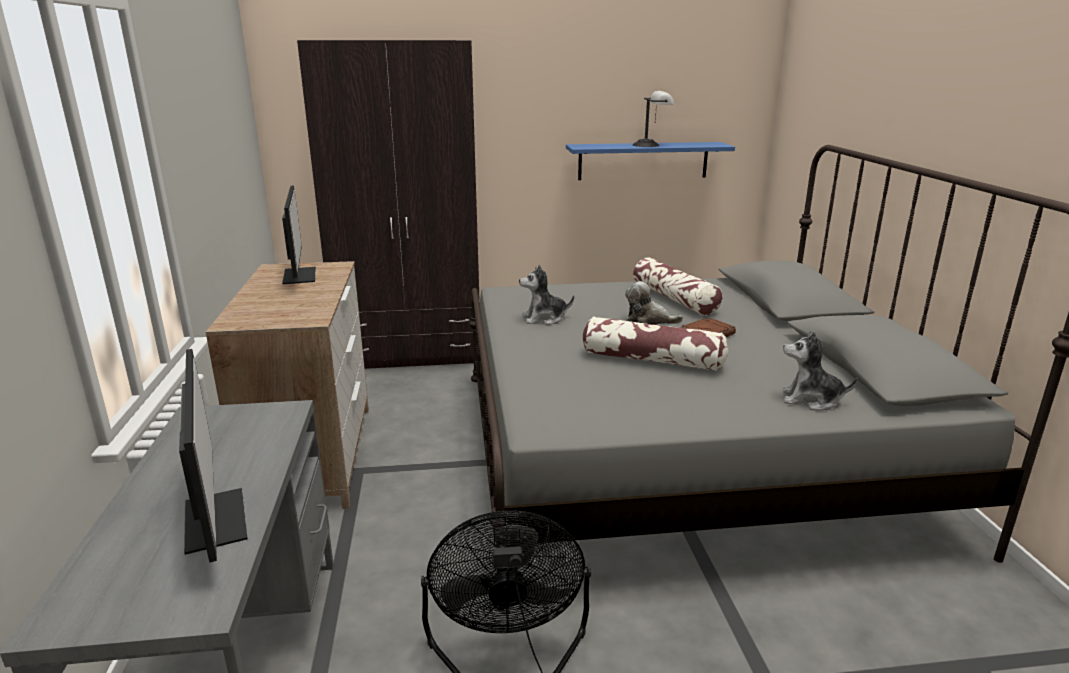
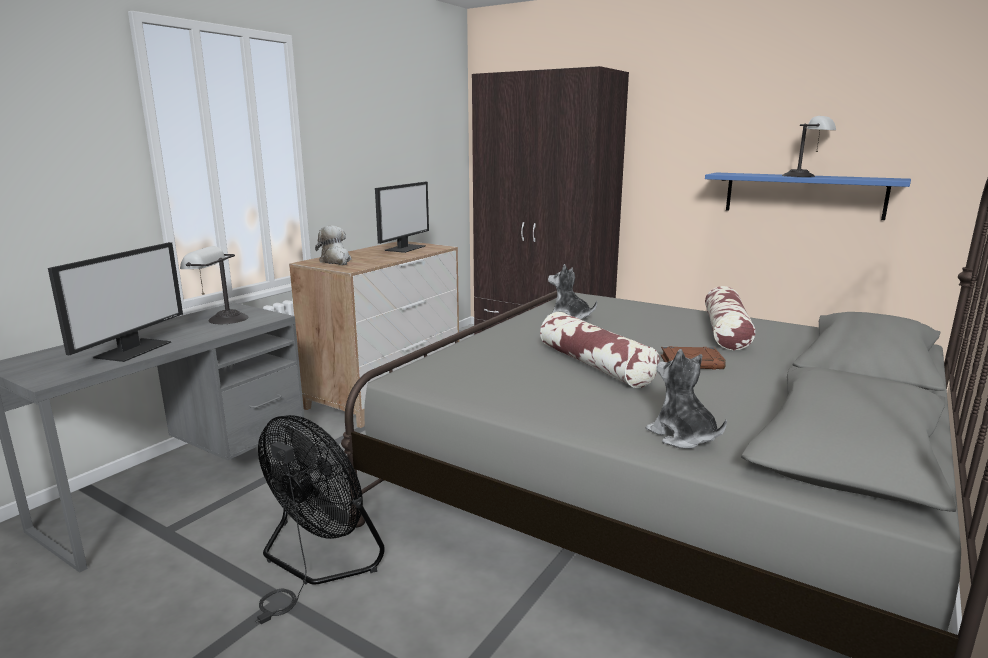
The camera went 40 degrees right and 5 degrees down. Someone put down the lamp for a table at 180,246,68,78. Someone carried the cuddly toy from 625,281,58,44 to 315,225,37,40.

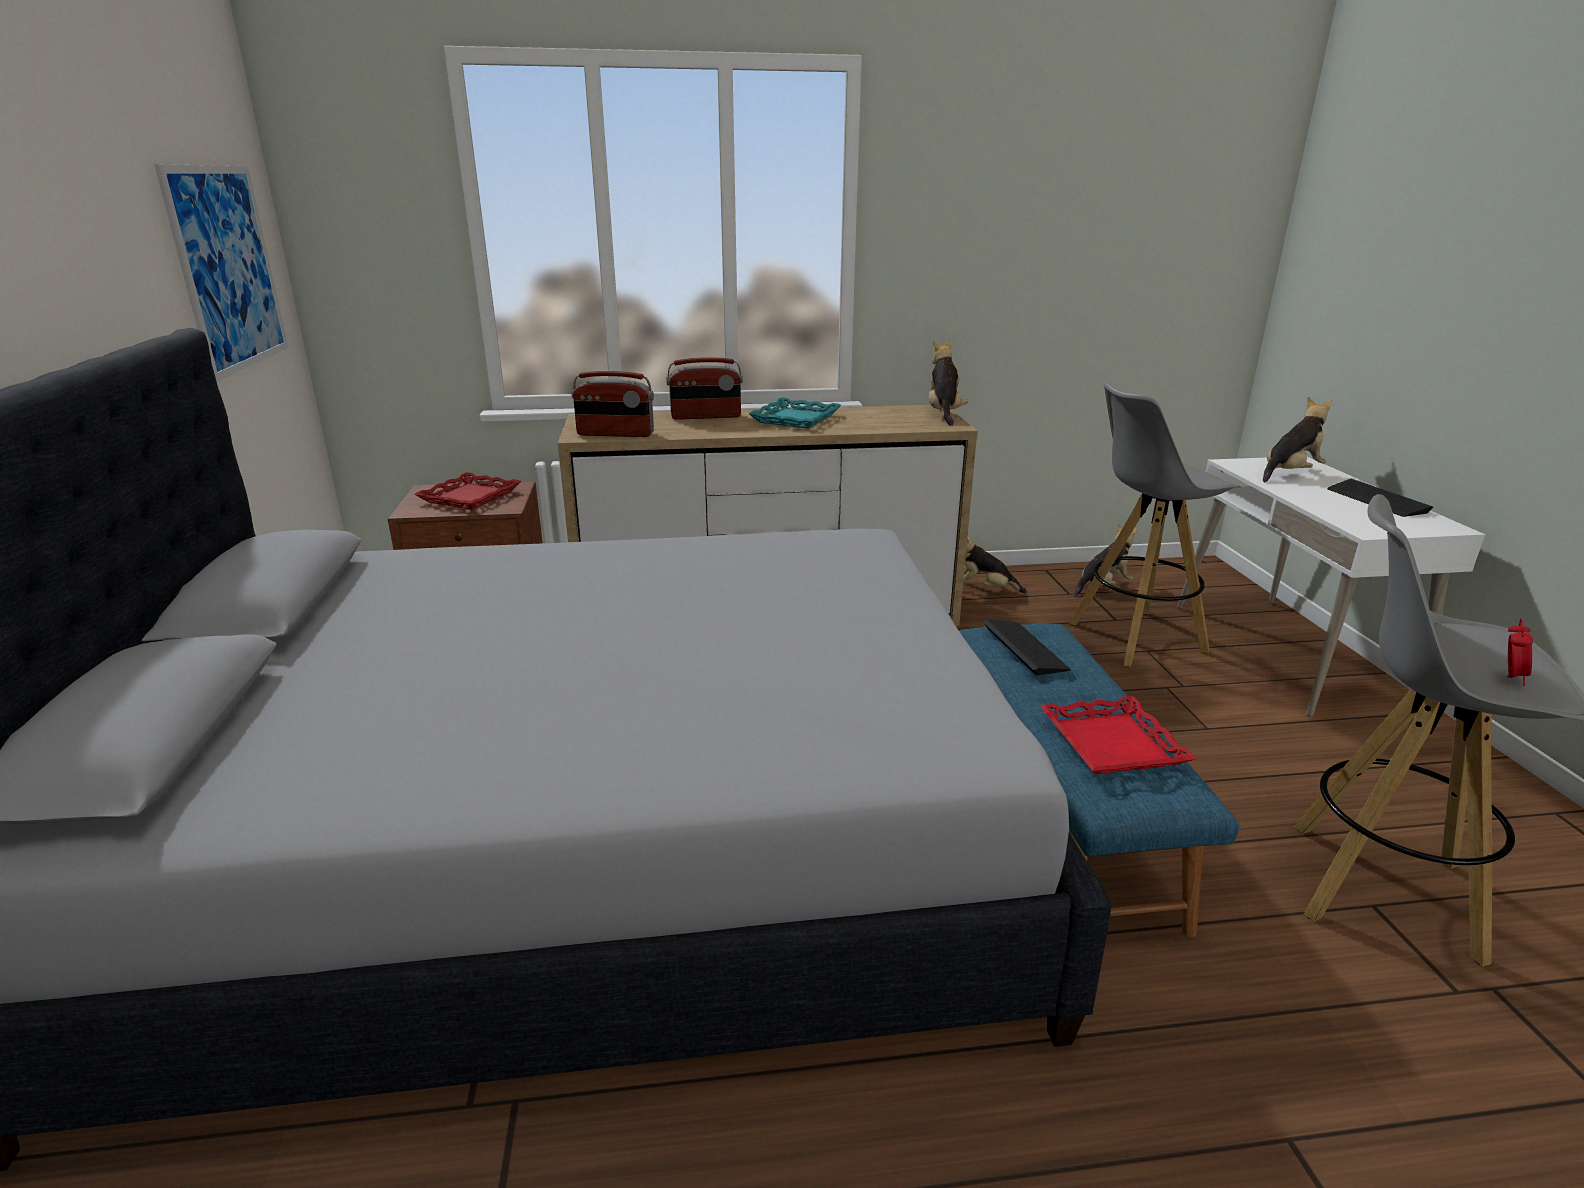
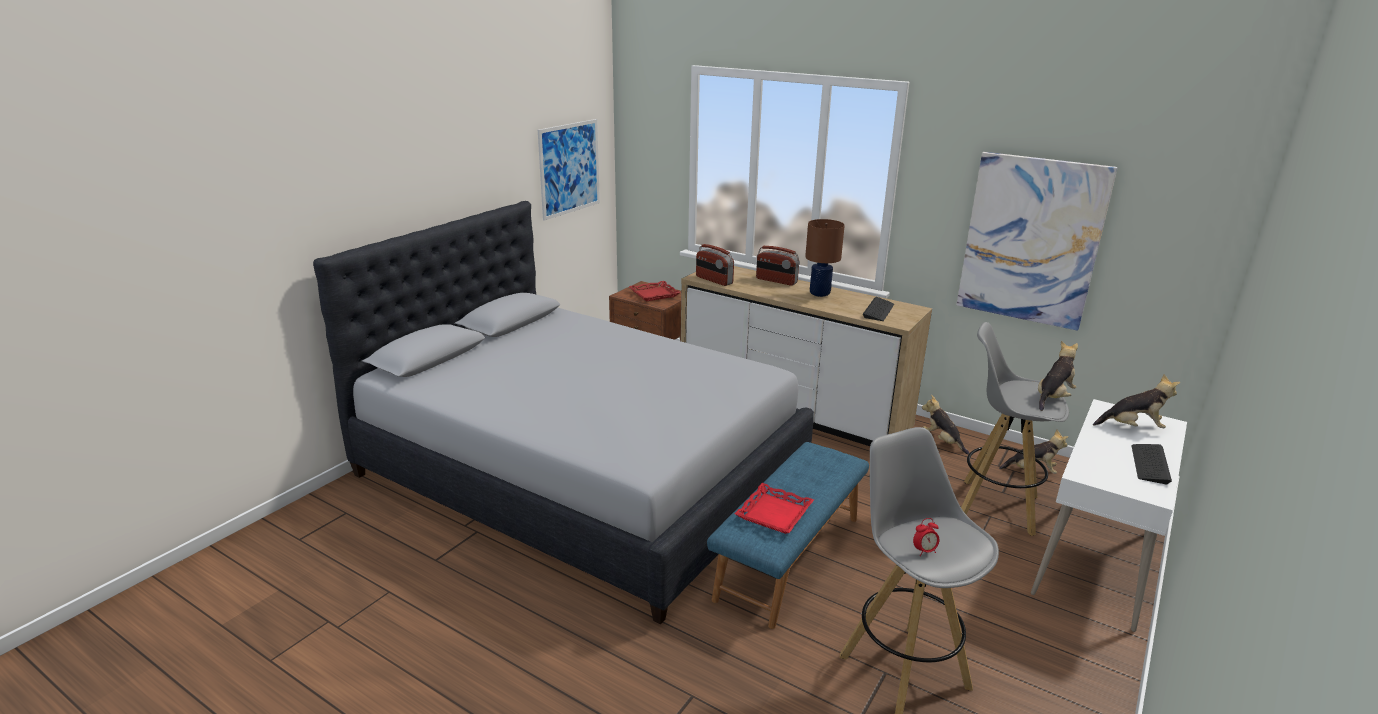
The camera went 40 degrees right and 0 degrees up. Someone put up the wall art at 956,152,162,179. Someone carried the cuddly toy from 929,340,39,86 to 1038,341,40,70. Someone carried the keyboard from 984,619,87,56 to 862,297,32,24. Someone swapped the carrying tray/blue-green at 749,397,92,32 for the lamp for a table/brownish at 805,219,40,78.

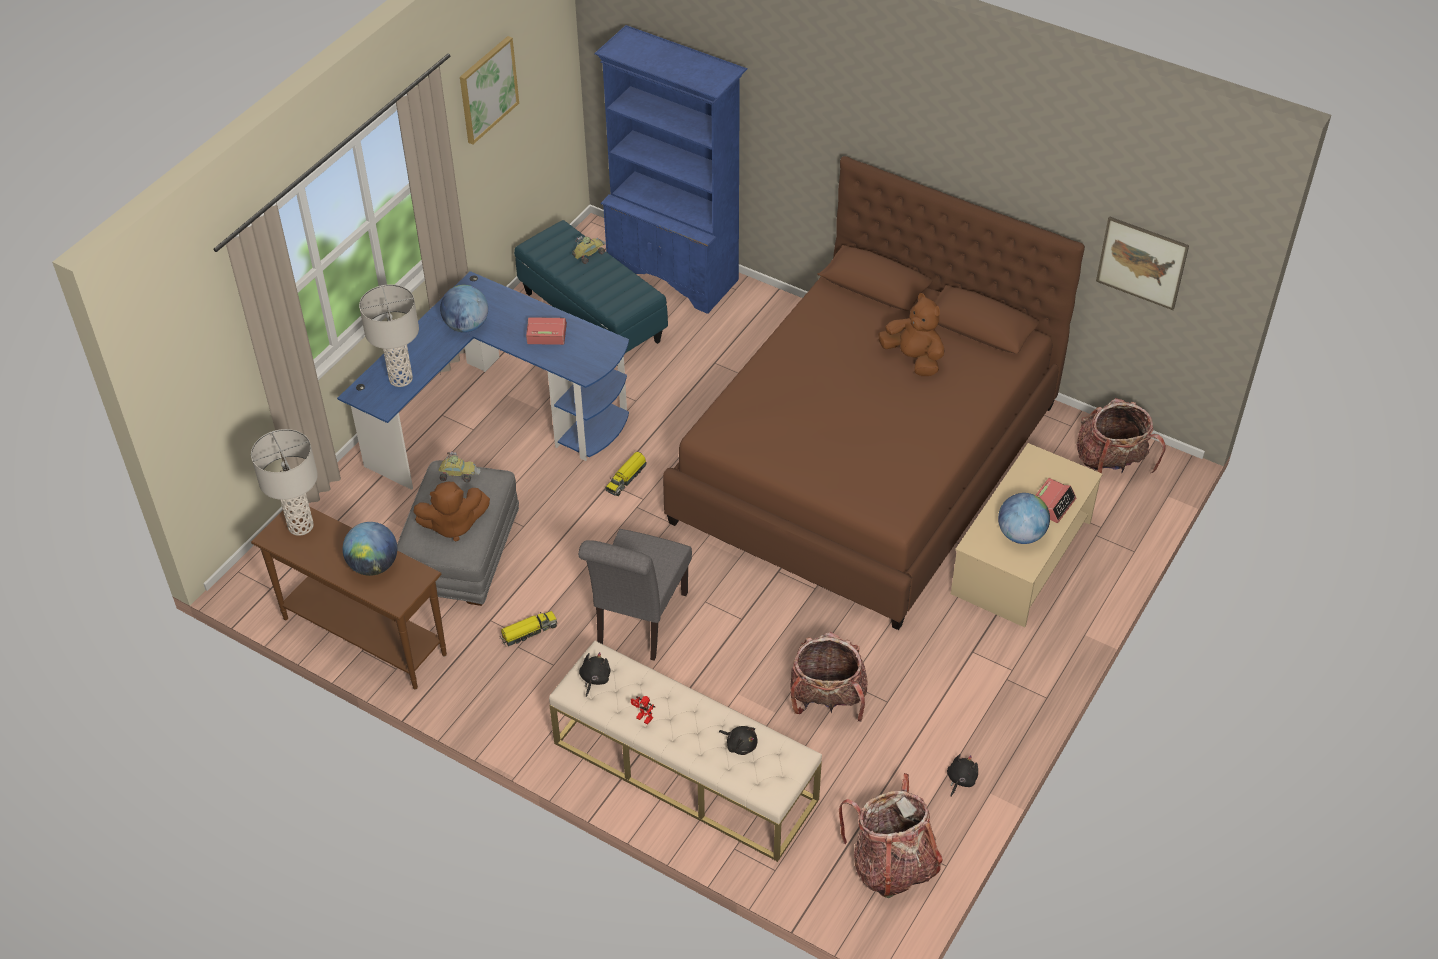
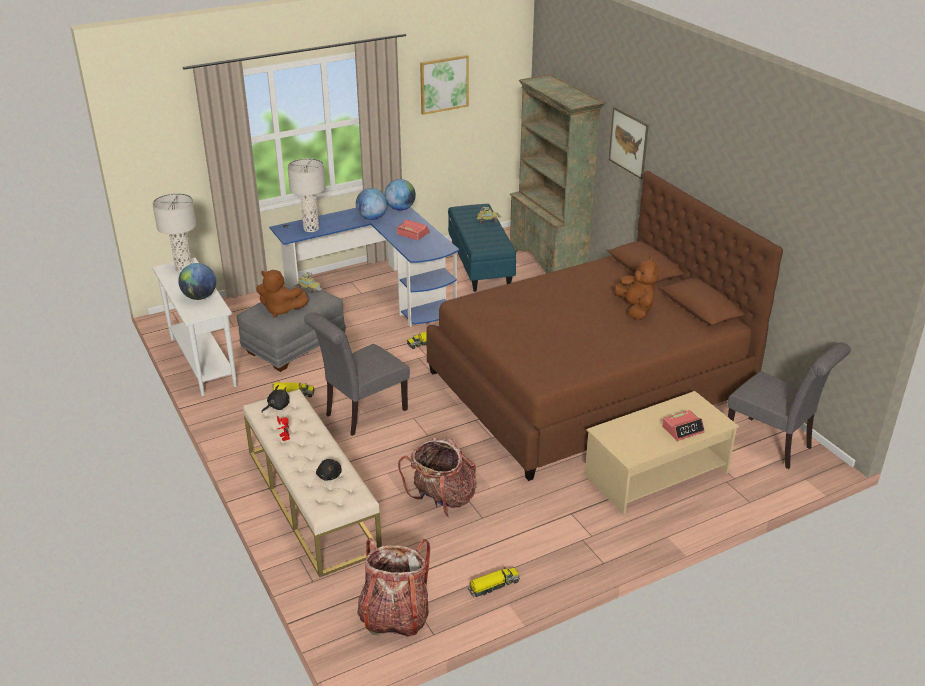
The camera went 30 degrees right and 15 degrees down. Someone carried the desk globe from 998,493,52,51 to 384,179,32,31. Someone carried the wall art from 1096,216,93,94 to 609,107,40,72. Someone swapped the cuddly toy/black at 947,754,31,42 for the model truck at 468,567,52,30. Someone swapped the backpack at 1077,398,89,76 for the plain chair/greyish at 727,342,124,127. Someone repainted the hall table/brownish at 251,500,196,190, which became the hall table/white-coloured at 152,257,85,140. Someone repainted the shelving unit/blue-coloured at 594,25,153,289, which became the shelving unit/greenish at 510,74,95,200.

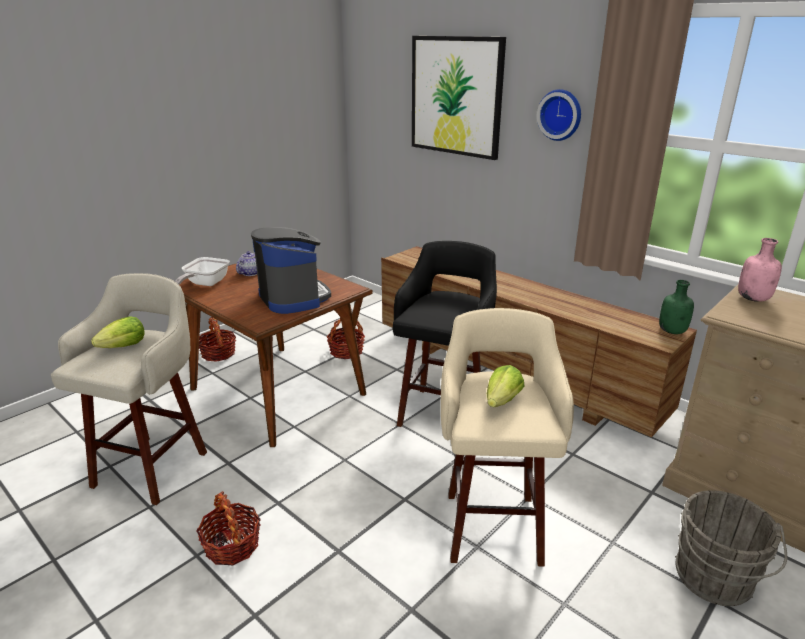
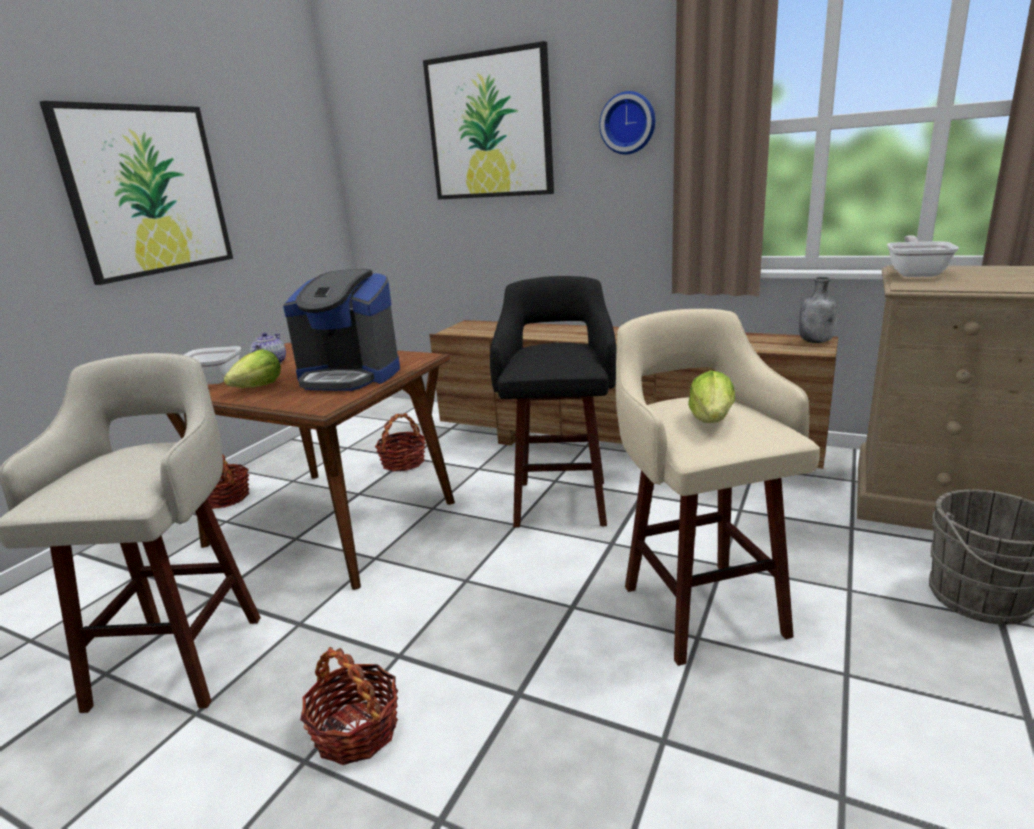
The camera went 15 degrees left and 5 degrees down. Someone put up the wall art at 40,101,193,184. Someone carried the lettuce from 91,316,54,32 to 223,349,58,39. Someone swapped the beverage bottle/pink-coloured at 738,238,44,64 for the skillet at 887,235,72,42. Someone repainted the beverage bottle/greenish at 659,280,35,54, which became the beverage bottle/greyish at 799,277,39,66. Someone rotated the coffee maker at 251,227,80,87 by 150 degrees clockwise.

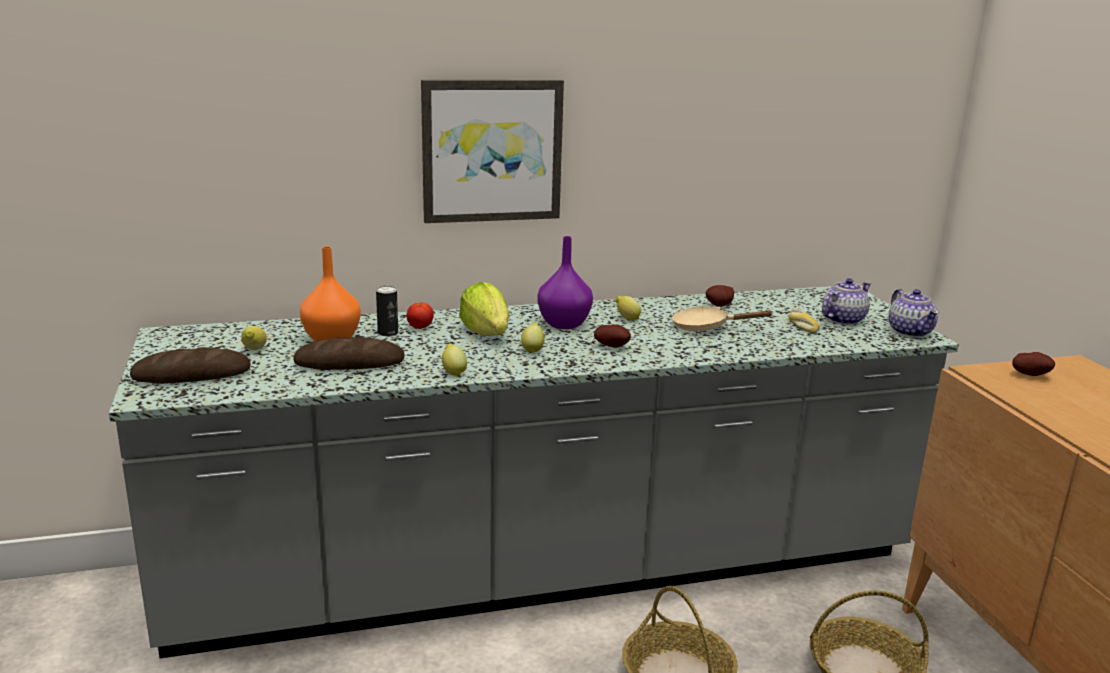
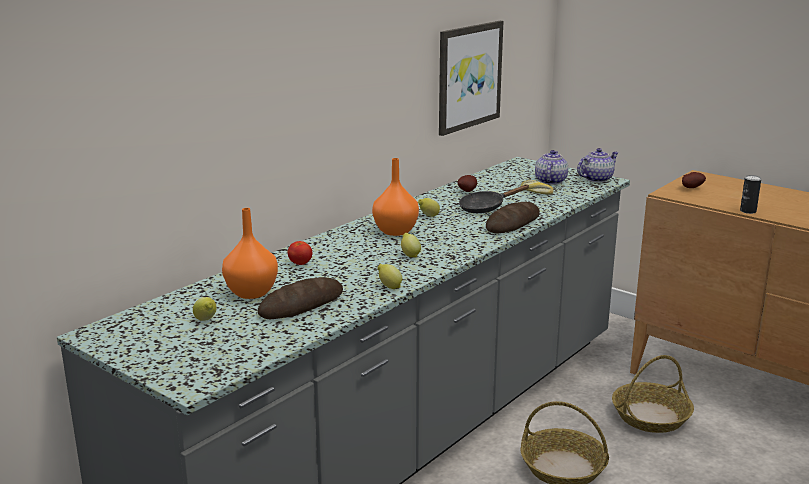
The camera went 35 degrees left and 0 degrees up. Someone took away the lettuce at 459,282,50,54. Someone took away the potato at 594,324,37,23. Someone carried the bread from 130,347,120,37 to 486,202,54,31. Someone carried the sealed can from 376,286,22,50 to 740,175,21,39. Someone carried the wall art from 421,80,143,143 to 439,21,64,115. Someone repainted the decorative vase/purplish at 537,236,56,93, which became the decorative vase/orange at 372,158,47,78. Someone repainted the skillet/beige-coloured at 672,306,100,25, which became the skillet/black at 459,185,71,28. Someone rotated the tea pot at 889,289,50,48 by 75 degrees counterclockwise.

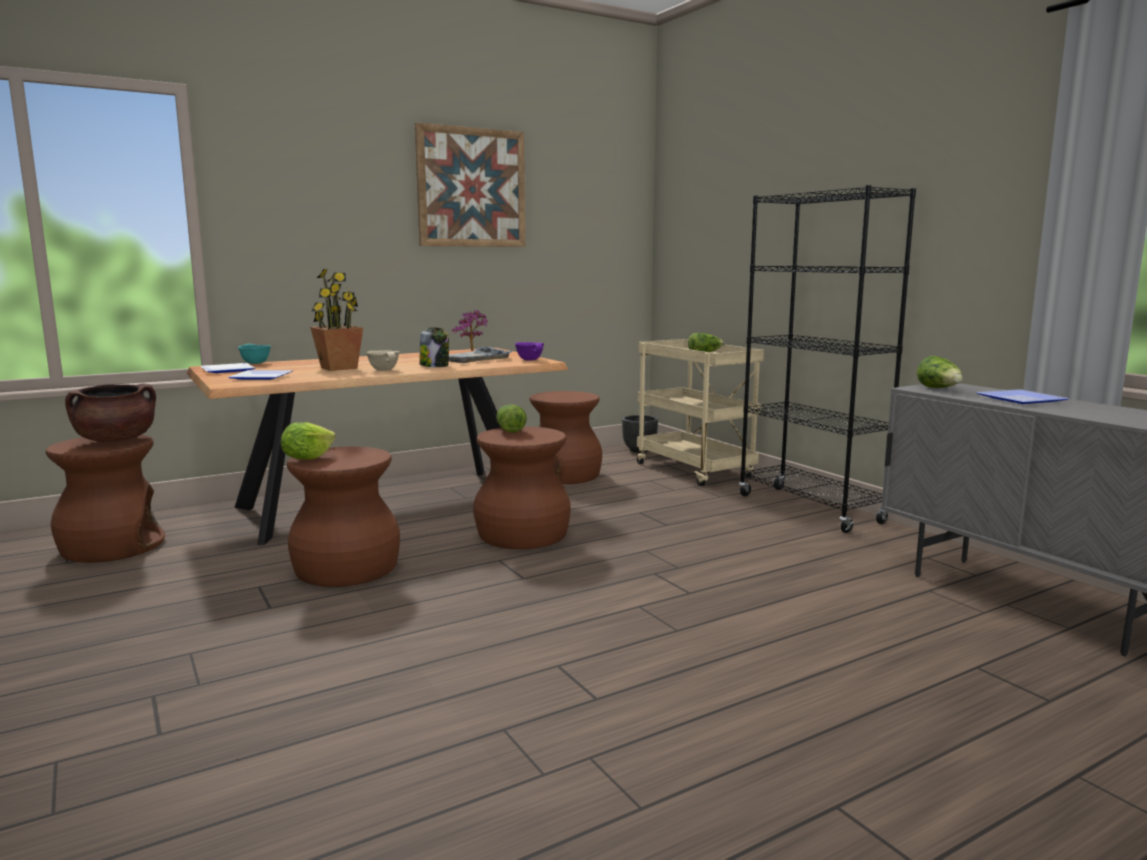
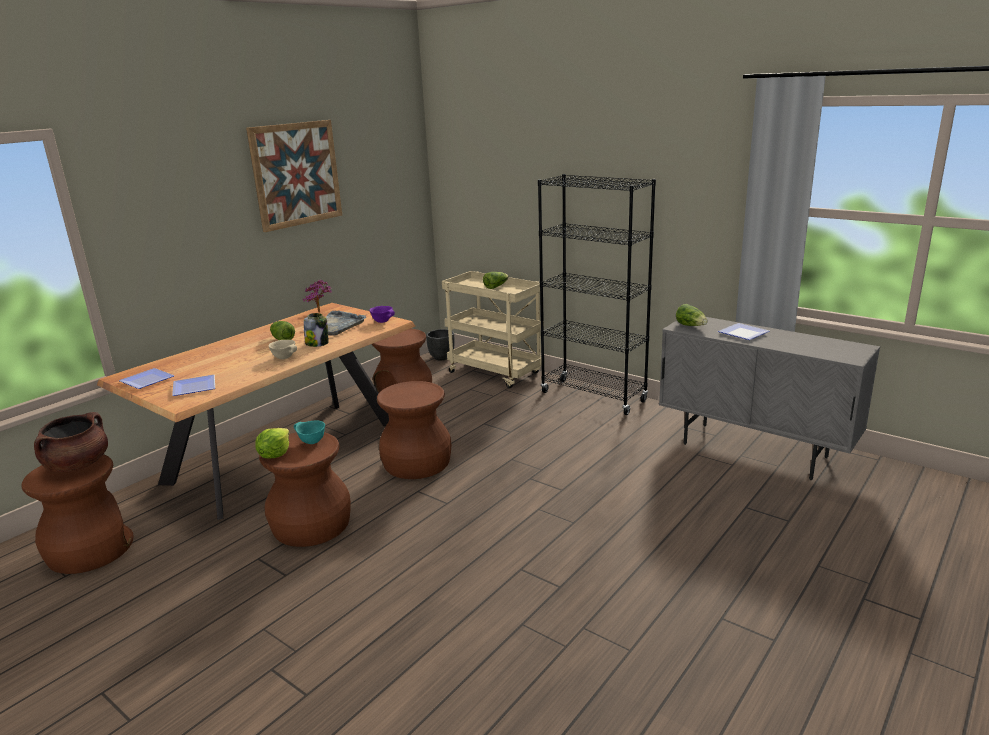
The camera went 20 degrees left and 10 degrees up. Someone took away the potted plant at 310,269,53,102. Someone carried the serving bowl/blue-green from 238,344,33,20 to 294,420,31,24. Someone carried the lettuce from 496,404,31,29 to 270,321,25,19.

